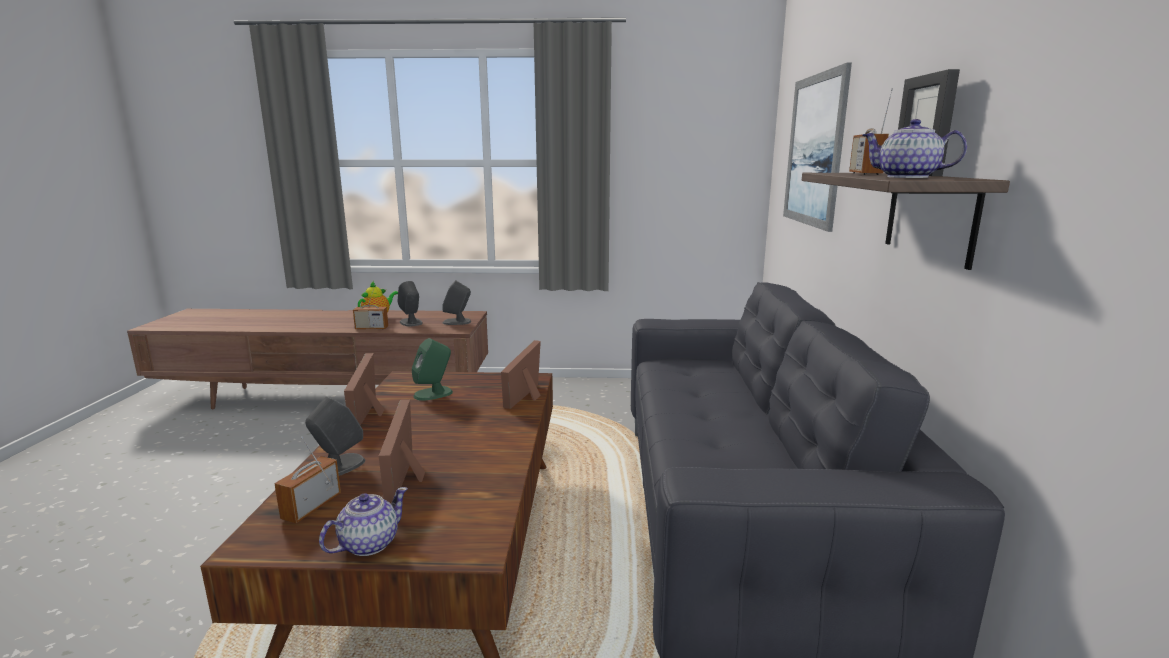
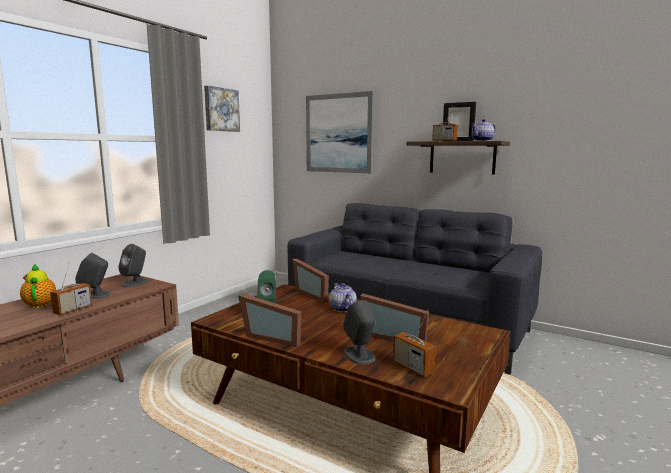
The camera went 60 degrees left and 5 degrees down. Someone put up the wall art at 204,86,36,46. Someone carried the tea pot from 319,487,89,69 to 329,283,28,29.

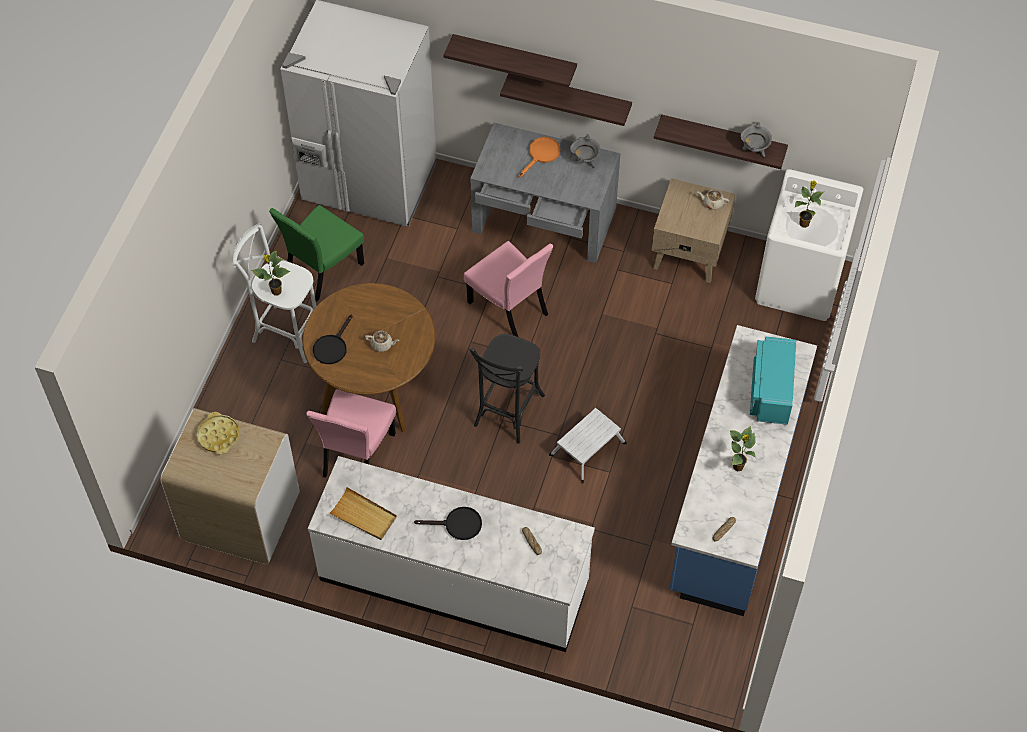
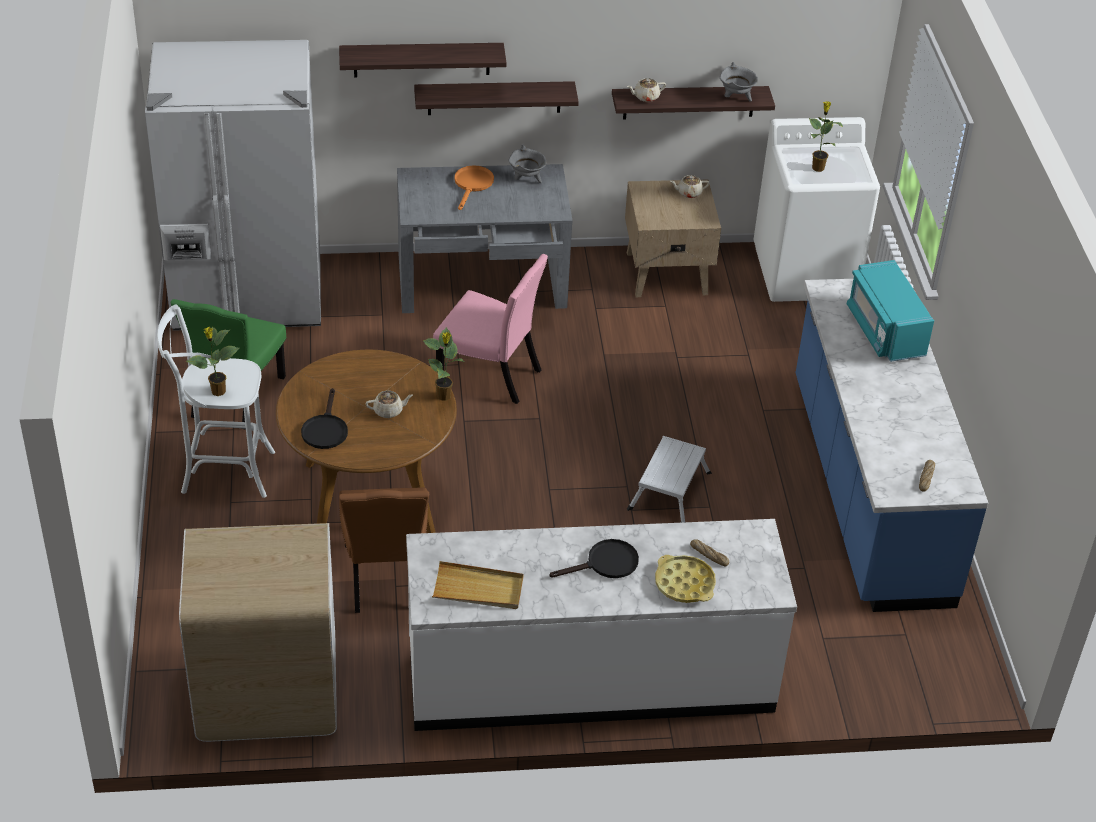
The camera went 25 degrees left and 15 degrees down. Someone took away the sitting stool/black at 469,334,76,110. Someone put down the tea pot/beige-coloured at 627,78,39,24. Someone carried the carrying tray/yellow from 197,412,43,43 to 655,555,61,48. Someone carried the potted plant from 730,426,26,45 to 423,327,41,74. Someone repainted the plain chair/pink-coloured at 306,389,90,89, which became the plain chair/brownish at 339,487,90,126.

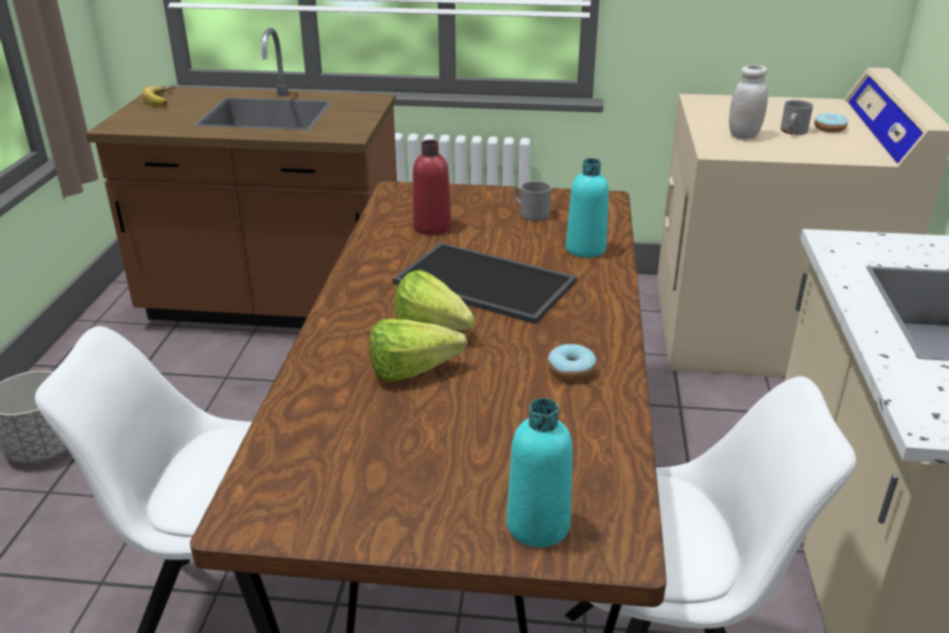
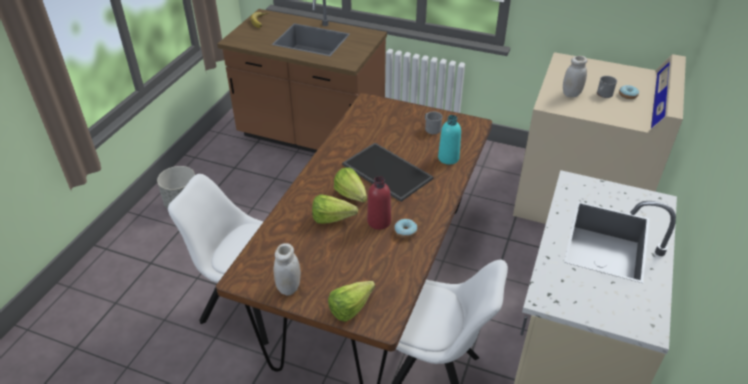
The camera went 15 degrees right and 10 degrees up. Someone put down the jar/white-coloured at 274,243,27,53. Someone carried the beverage bottle/red from 413,140,38,95 to 367,176,24,54. Someone swapped the beverage bottle/blue-green at 506,398,67,149 for the lettuce at 328,281,47,41.

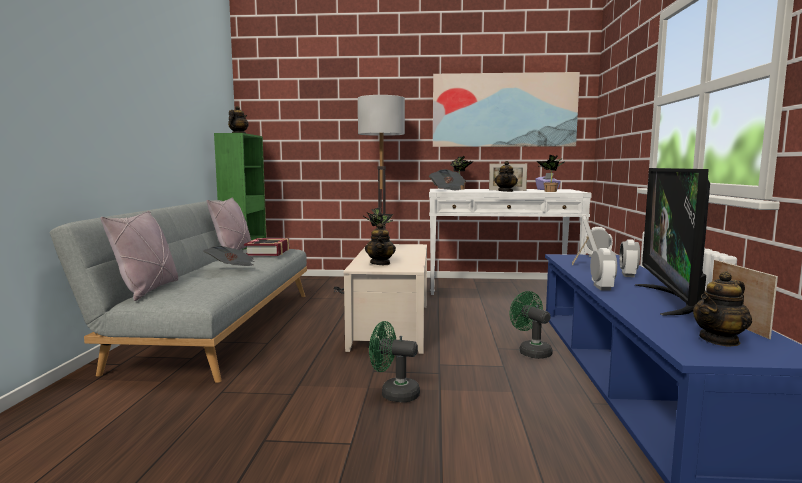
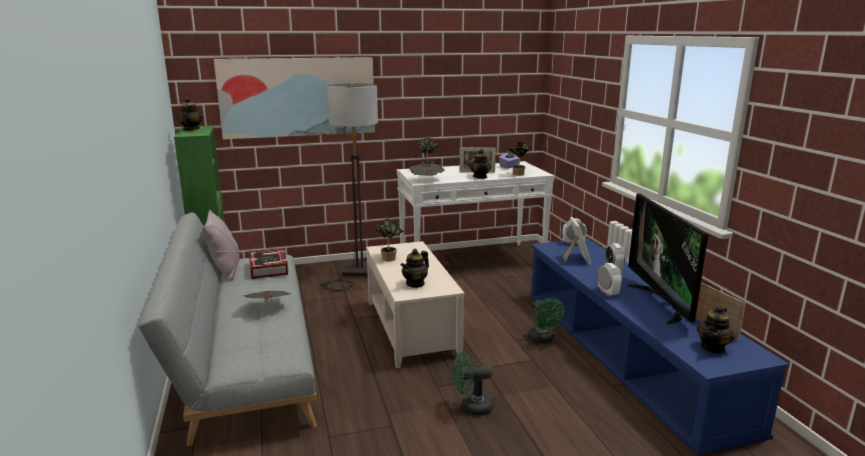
The camera went 20 degrees left and 10 degrees up. Someone took away the pillow/purplish at 100,211,78,90. Someone carried the wall art from 433,72,147,75 to 214,57,161,82. Someone rotated the tea pot at 365,223,31,42 by 60 degrees clockwise. Someone rotated the cooling fan/greenish at 510,291,42,68 by 150 degrees counterclockwise.

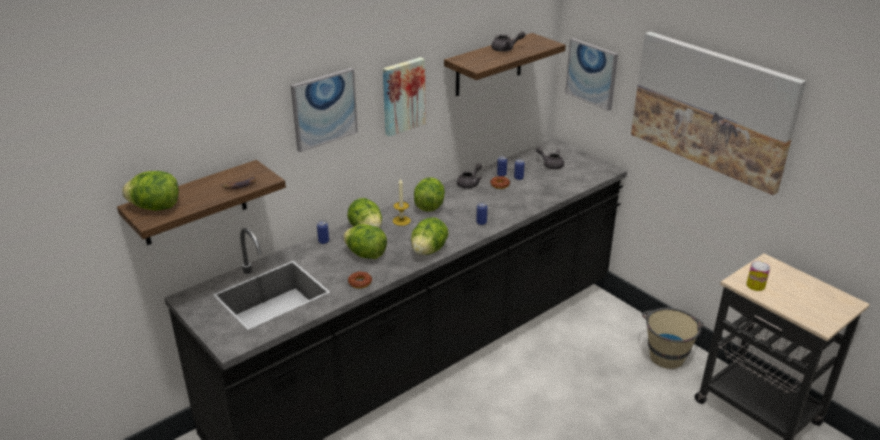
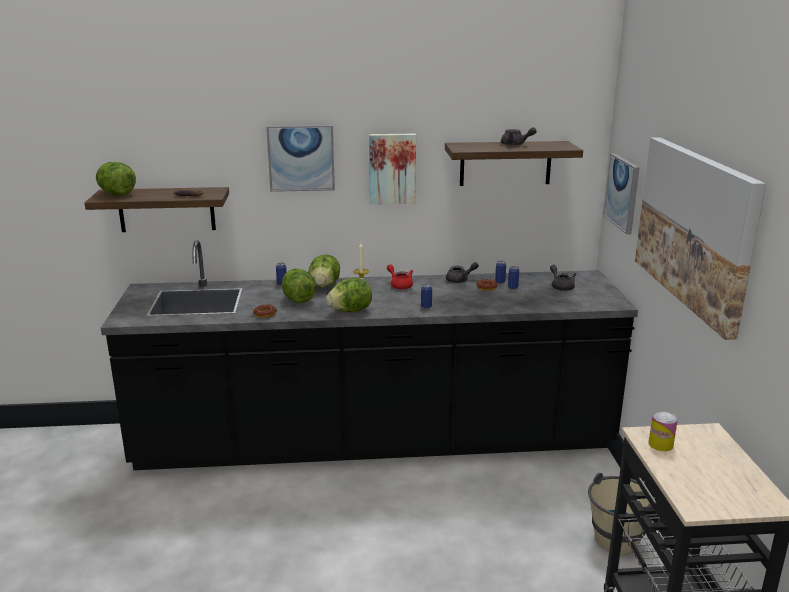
The camera went 35 degrees right and 10 degrees down. Someone swapped the lettuce at 414,177,31,35 for the tea pot/red at 387,264,26,25.

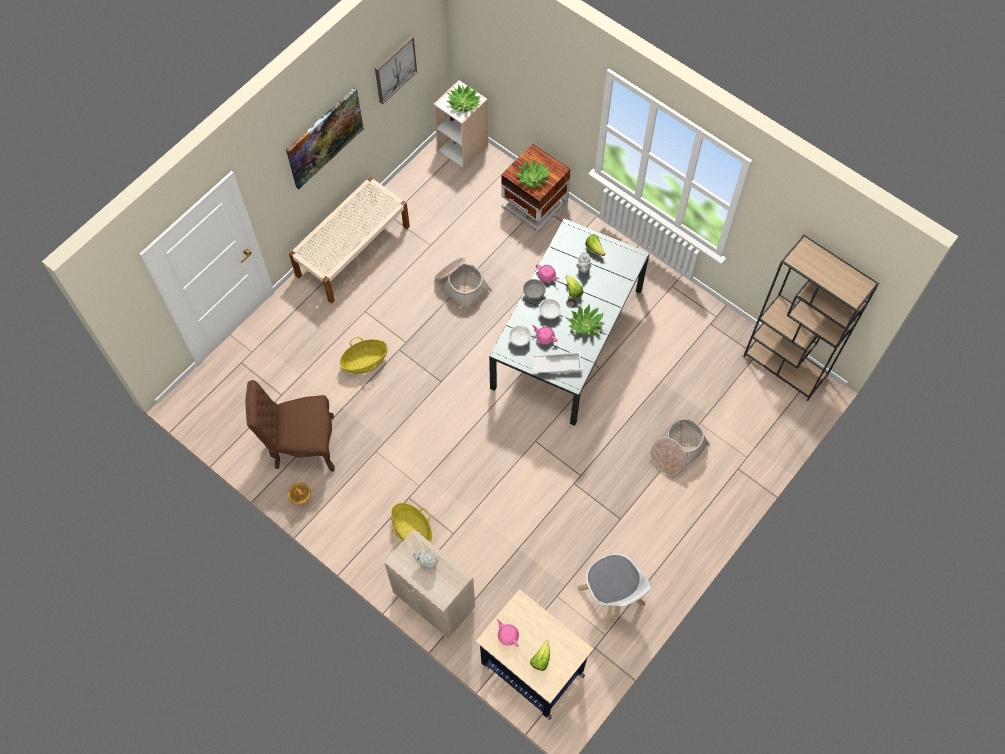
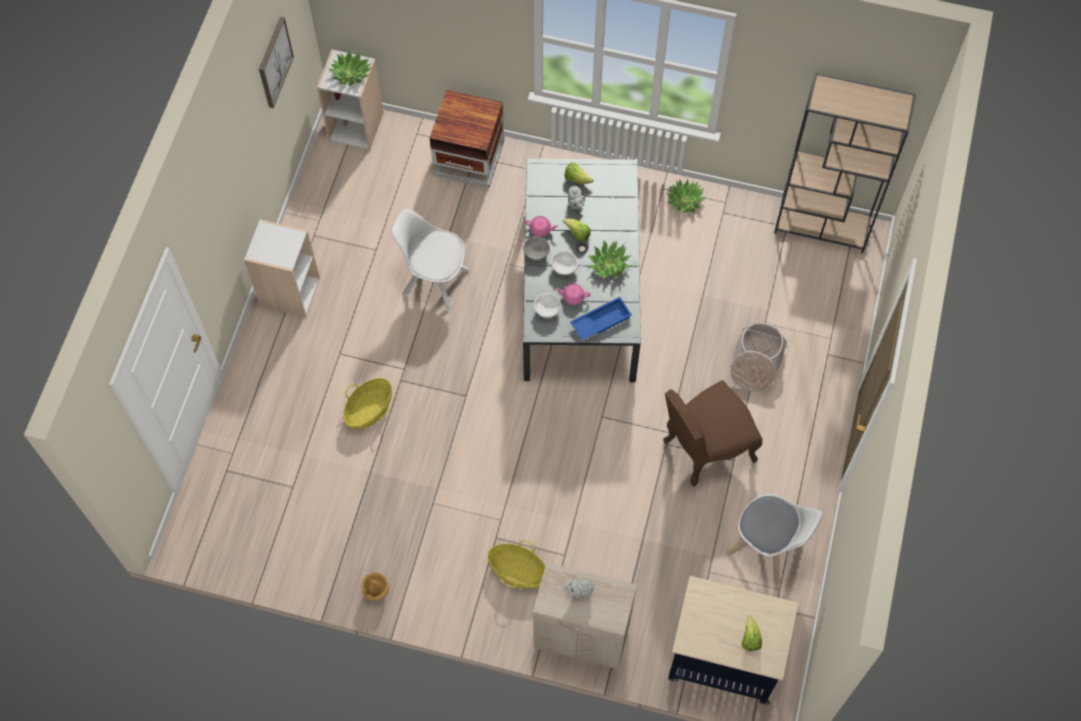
The camera went 25 degrees left and 0 degrees up. Someone took away the wall art at 286,88,78,101. Someone took away the tea pot/pink-coloured at 497,619,22,28. Someone carried the plain chair/brownish from 246,380,89,91 to 663,380,100,107. Someone carried the potted plant from 516,159,34,30 to 665,179,42,35. Someone swapped the indoor bench/beige-coloured at 289,176,121,128 for the shelving unit at 244,219,76,98. Someone swapped the basket at 435,258,57,55 for the plain chair/white-coloured at 392,209,78,103. Someone repainted the carrying tray/white-coloured at 532,352,50,22, which became the carrying tray/blue-coloured at 570,297,62,43.

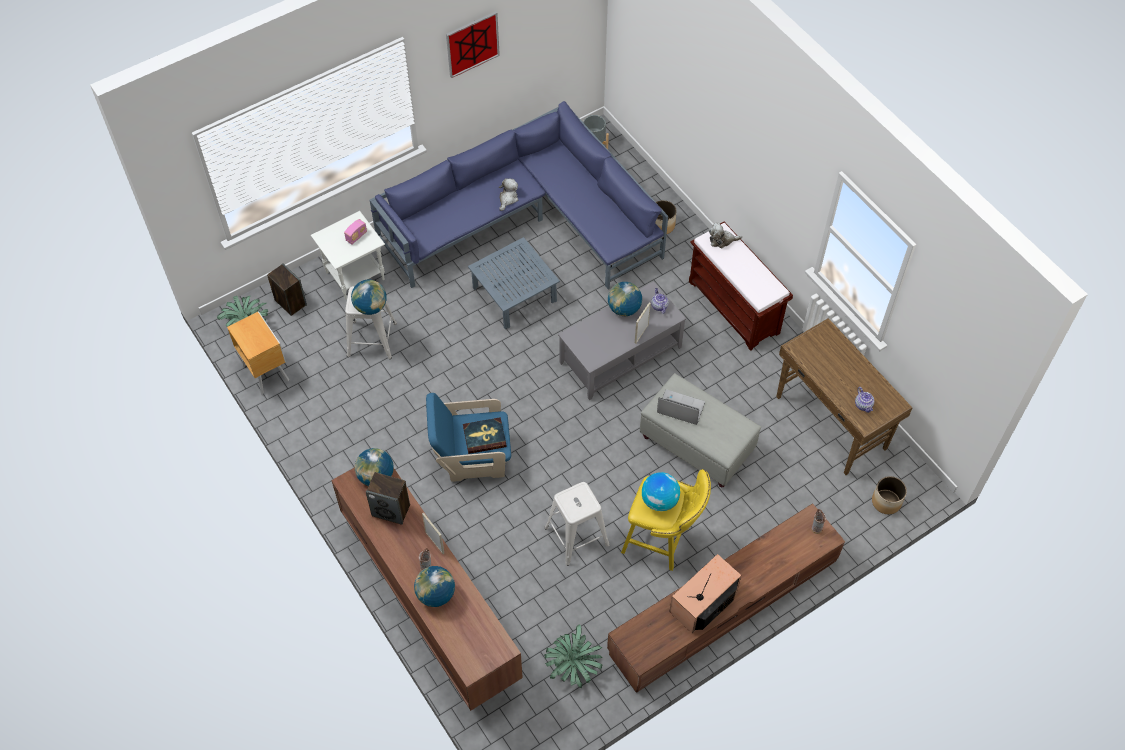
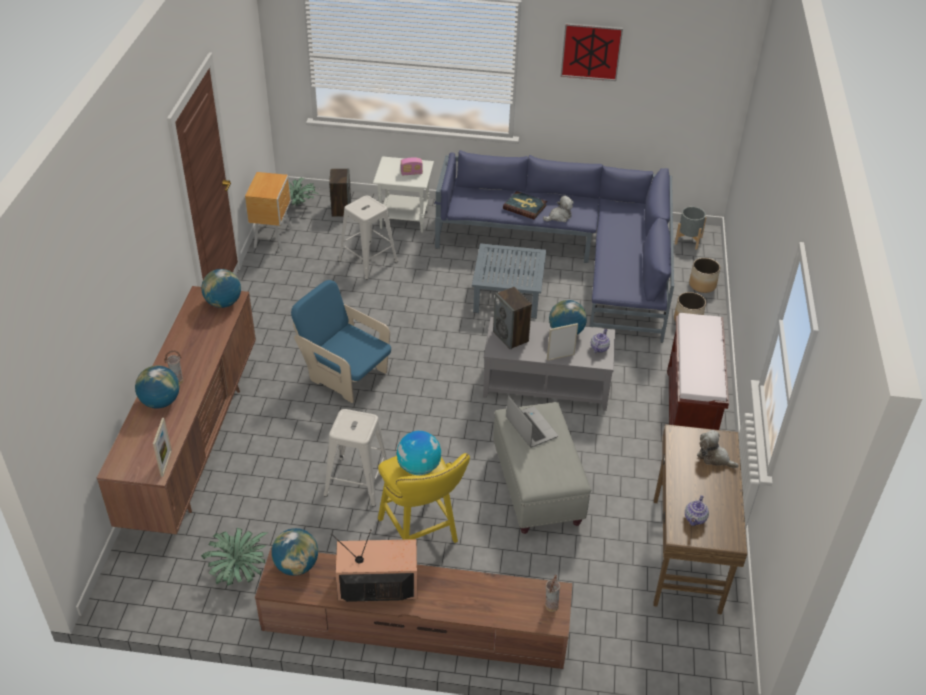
The camera went 40 degrees right and 15 degrees down. Someone carried the desk globe from 351,280,36,35 to 271,528,47,48. Someone carried the loudspeaker from 366,472,44,53 to 493,287,39,62. Someone carried the standing frame from 422,513,22,41 to 153,418,19,59. Someone carried the bound book from 463,417,44,37 to 503,191,44,28. Someone carried the cuddly toy from 709,223,33,25 to 697,430,42,38. Someone carried the plant pot from 872,476,35,38 to 689,258,31,35.

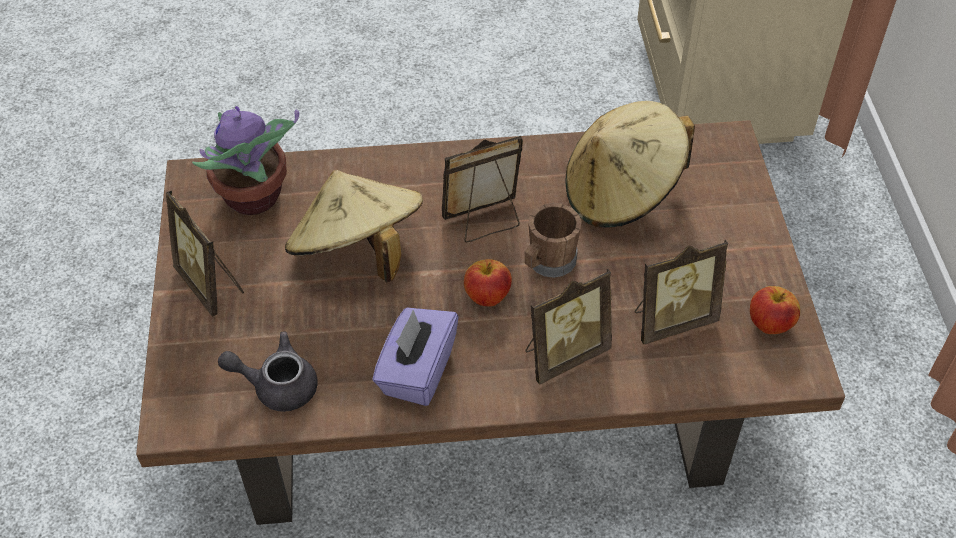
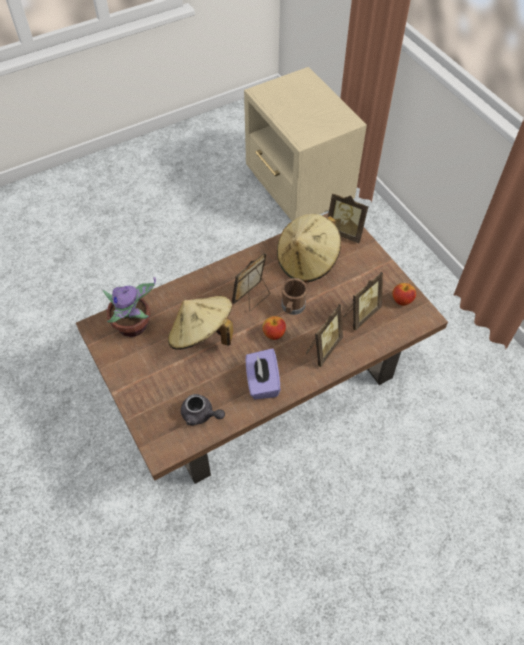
The camera went 25 degrees left and 5 degrees up. Someone carried the standing frame from 166,190,78,127 to 328,193,40,50. Someone rotated the tea pot/greyish at 218,331,100,81 by 135 degrees counterclockwise.

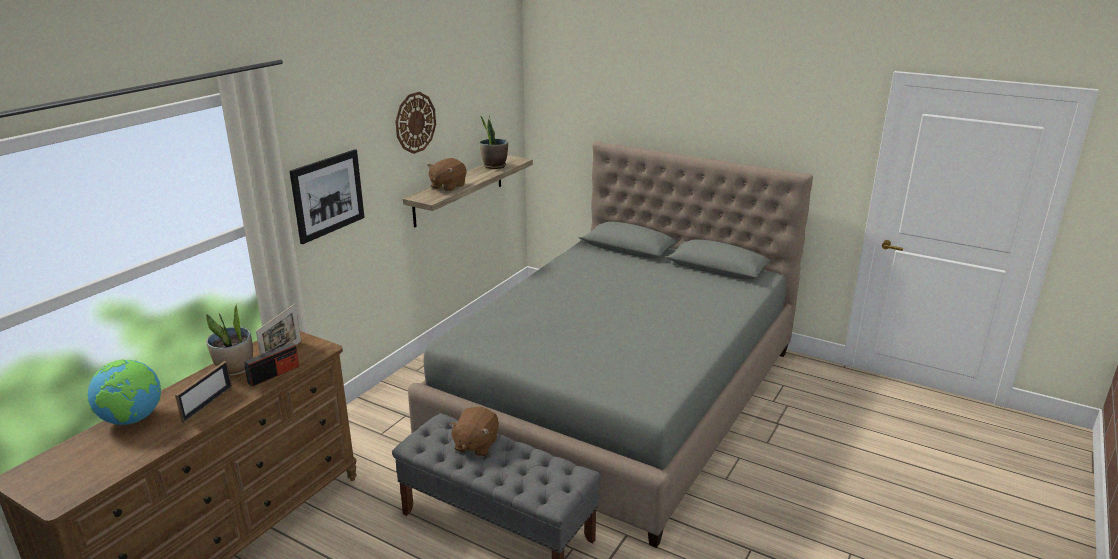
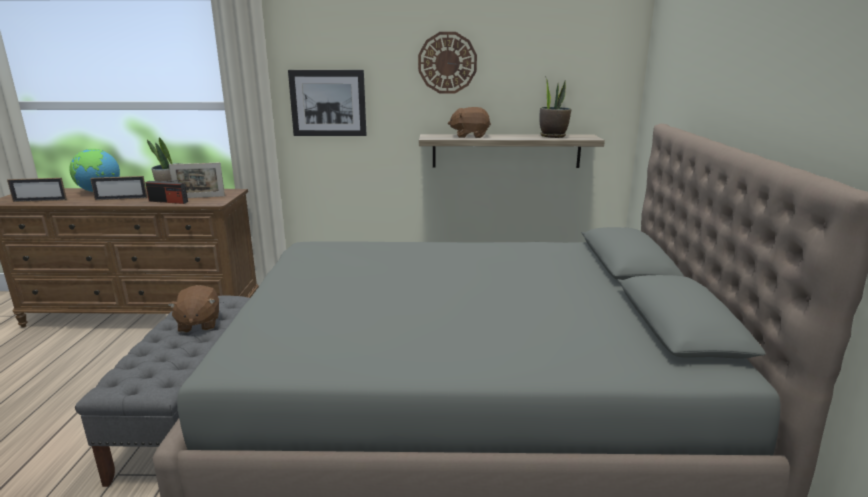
The camera went 60 degrees right and 5 degrees down. Someone put down the standing frame at 7,178,60,24. Someone rotated the cuddly toy/brownish at 449,407,50,50 by 90 degrees counterclockwise.

